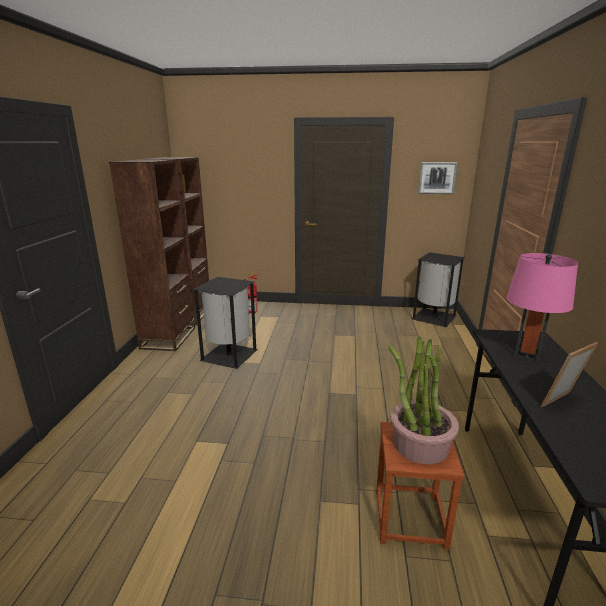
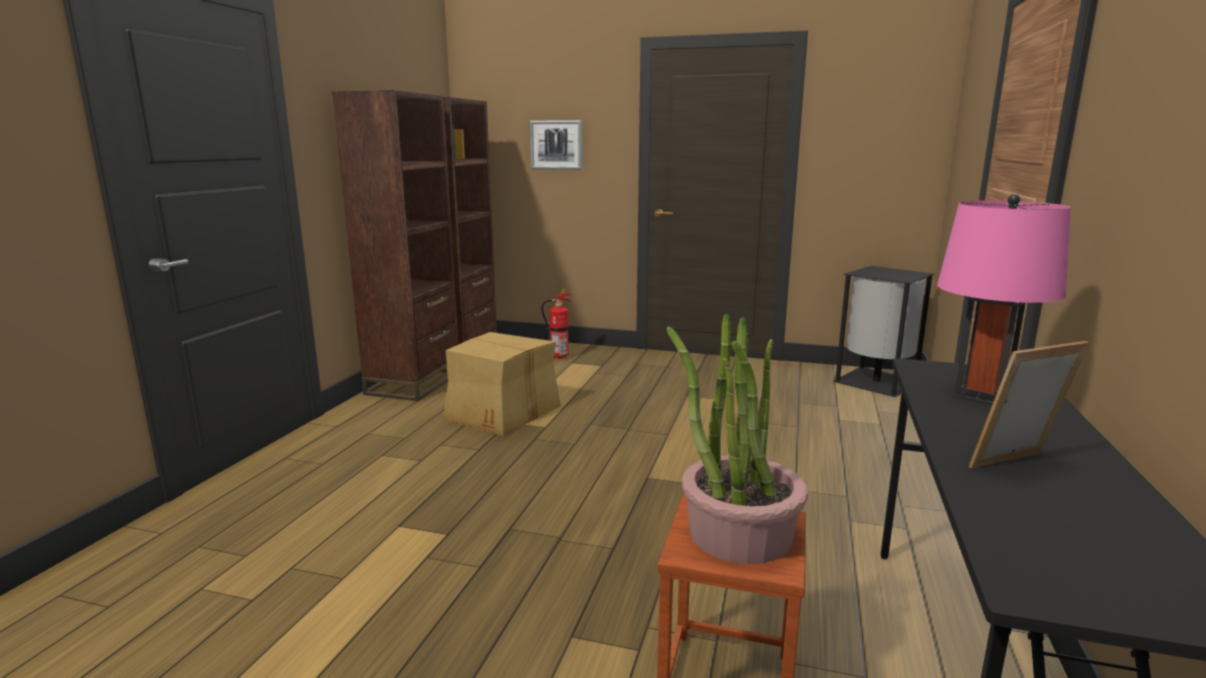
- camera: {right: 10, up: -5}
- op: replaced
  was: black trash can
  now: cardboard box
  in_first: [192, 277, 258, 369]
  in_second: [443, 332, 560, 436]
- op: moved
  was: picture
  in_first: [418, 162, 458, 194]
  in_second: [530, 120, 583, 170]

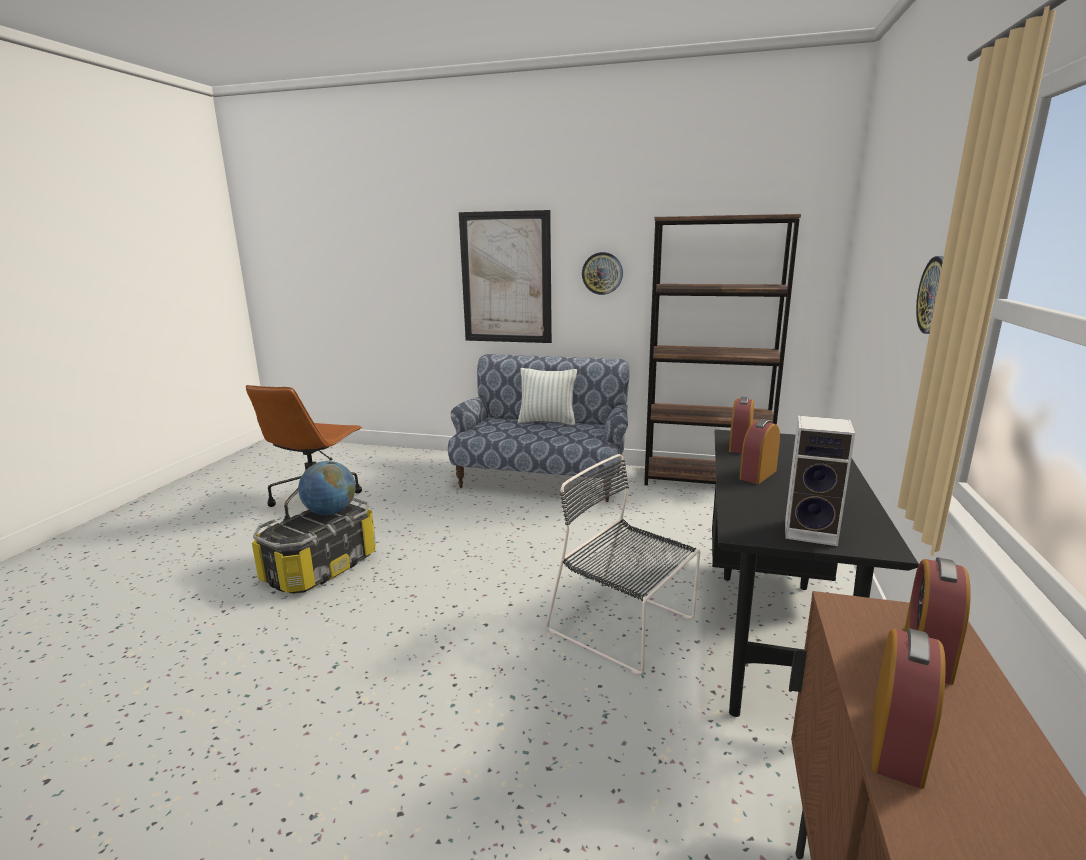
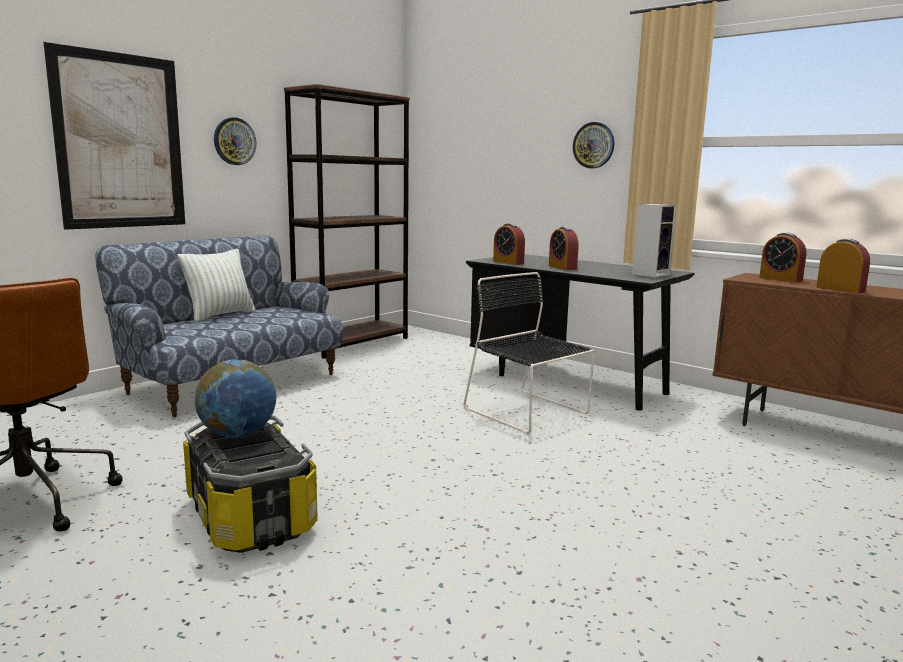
- camera: {right: -65, up: -5}
- op: turned
  was: black chair
  in_first: [546, 454, 700, 675]
  in_second: [463, 272, 595, 434]
  clockwise: 75

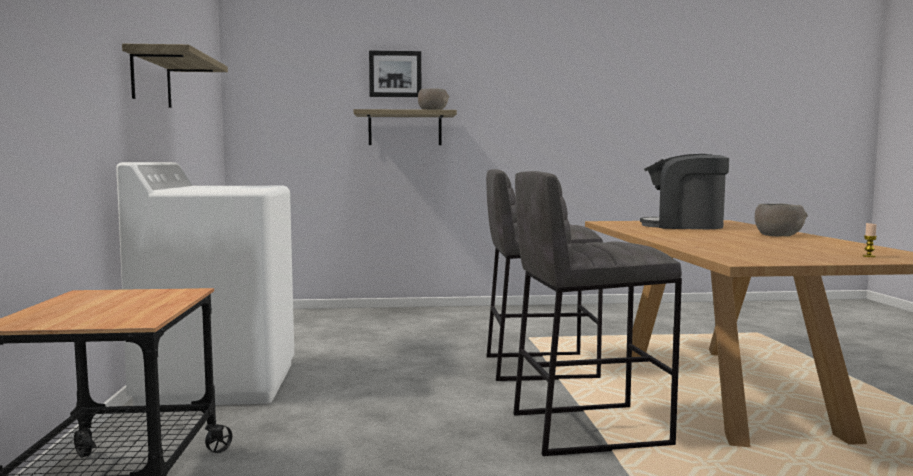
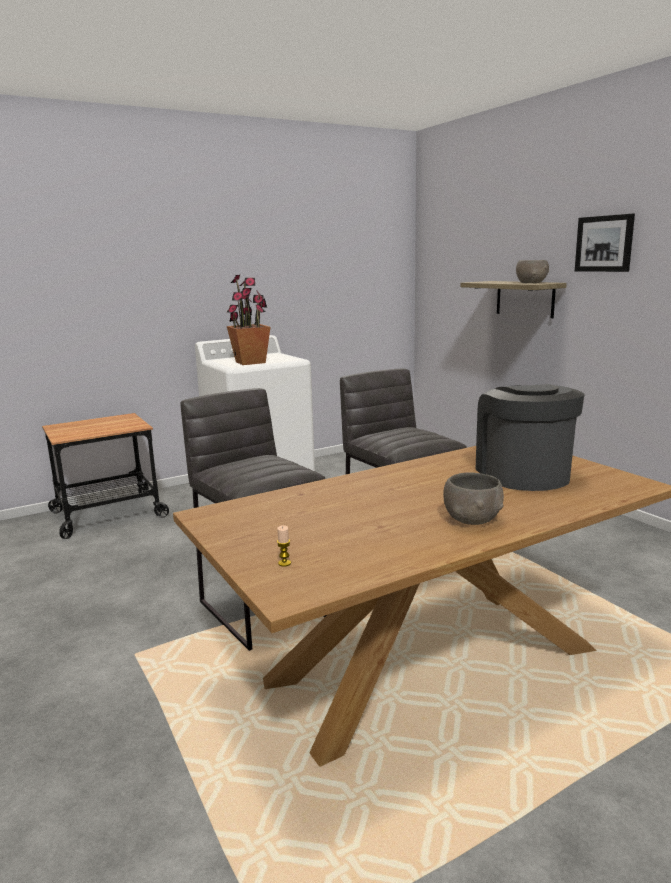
- camera: {right: 65, up: 10}
- op: added
  now: potted plant
  in_second: [227, 275, 270, 365]
- op: moved
  was: picture
  in_first: [369, 50, 421, 97]
  in_second: [575, 214, 635, 272]
- op: removed
  was: shelf
  in_first: [122, 44, 228, 108]

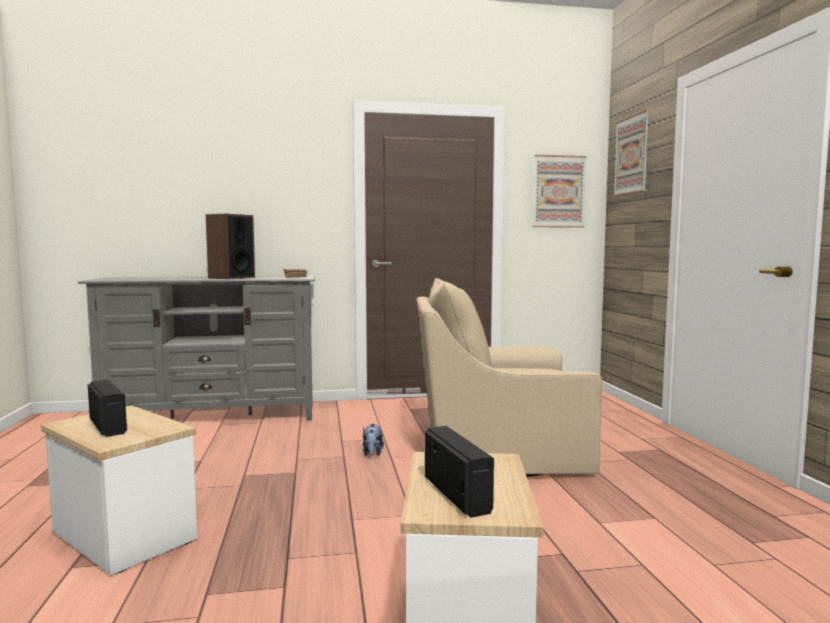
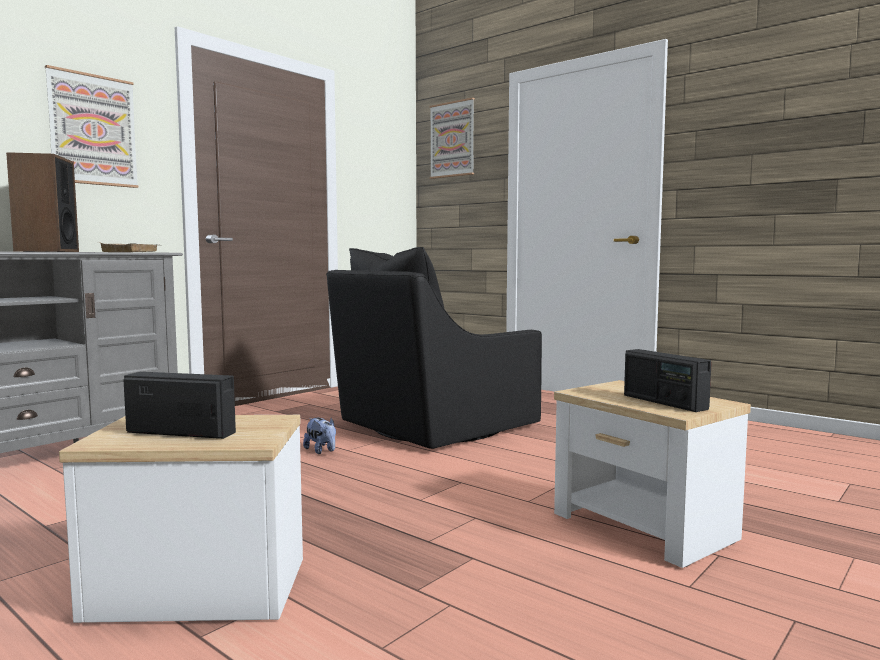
- camera: {right: -40, up: 0}
- op: moved
  was: picture
  in_first: [533, 155, 587, 228]
  in_second: [45, 65, 139, 188]
- op: recoloured
  was: beige armchair
  now: black armchair
  in_first: [416, 278, 602, 477]
  in_second: [326, 247, 542, 449]
- op: turned
  was: radio
  in_first: [425, 426, 494, 518]
  in_second: [624, 349, 712, 412]
  clockwise: -150

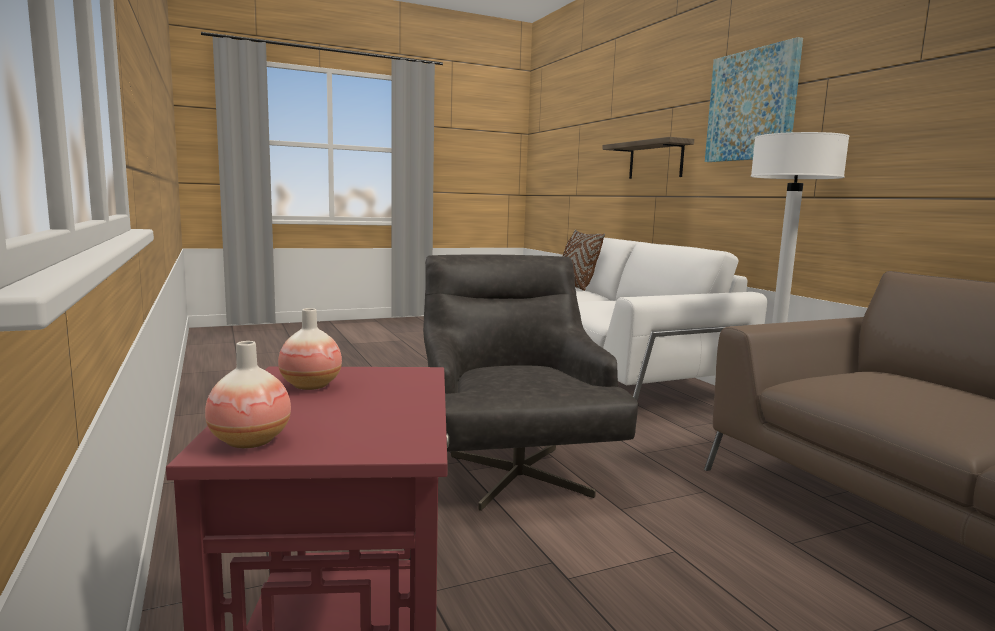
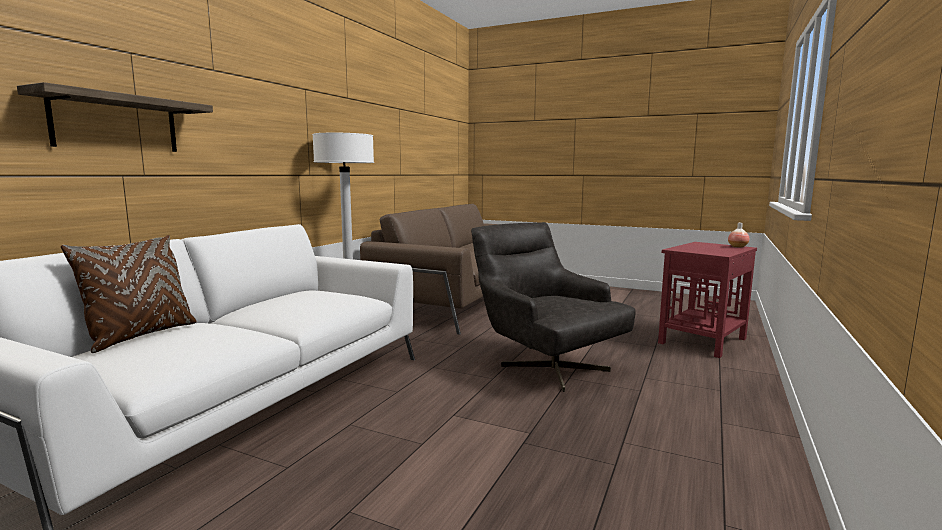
- camera: {right: -130, up: 0}
- op: turned
  was: grey armchair
  in_first: [423, 254, 638, 511]
  in_second: [471, 222, 636, 392]
  clockwise: 105
- op: removed
  was: vase
  in_first: [278, 308, 342, 390]
- op: removed
  was: picture
  in_first: [705, 37, 803, 162]

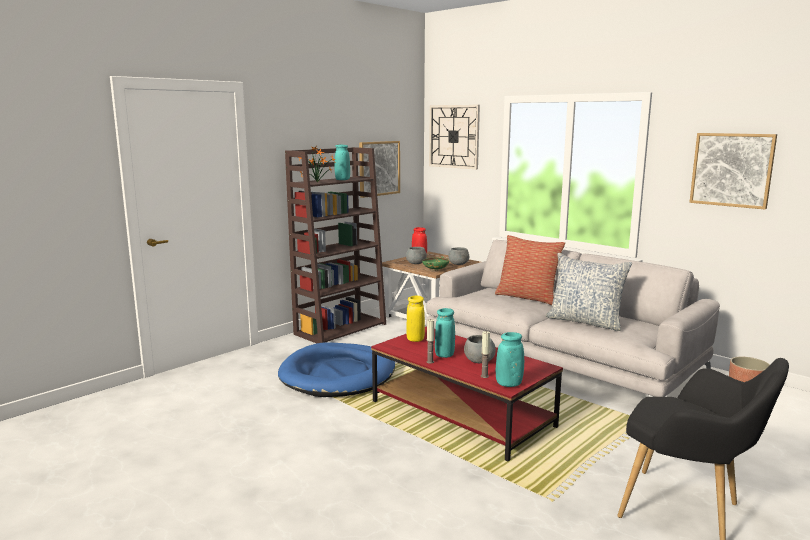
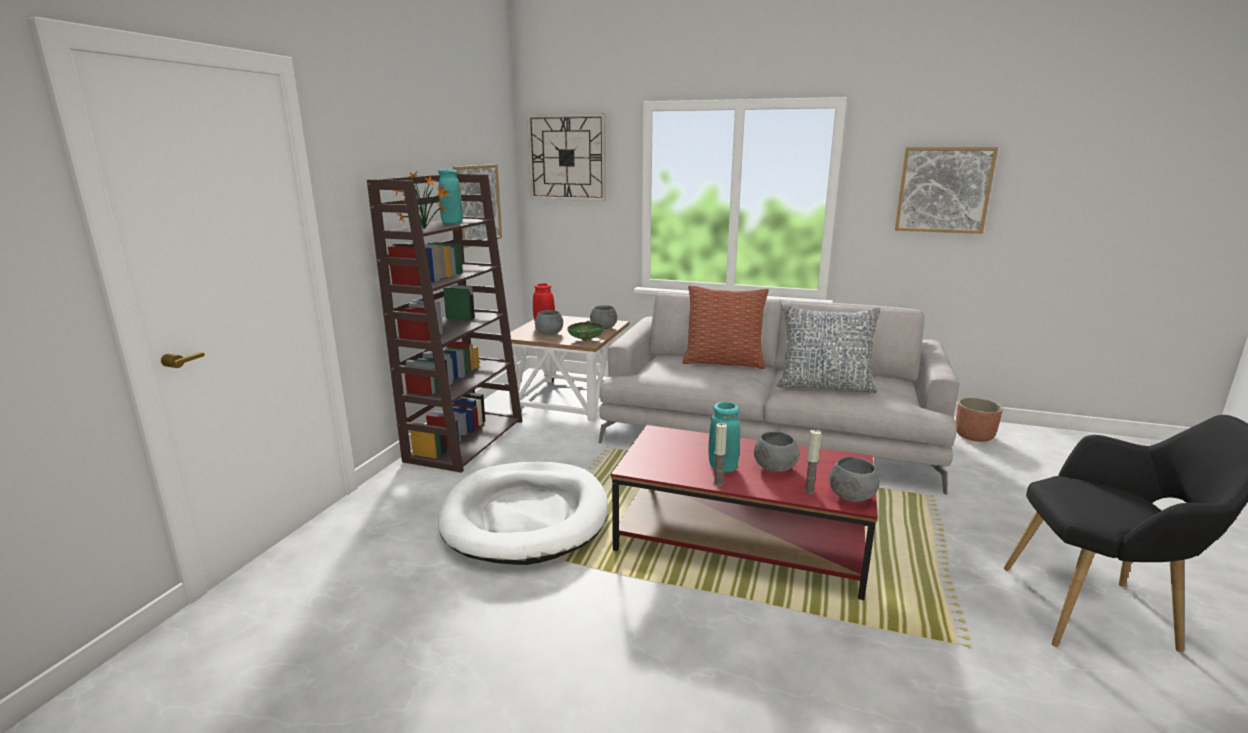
- camera: {right: -25, up: 5}
- op: recoloured
  was: blue dog bed
  now: white dog bed
  in_first: [278, 343, 395, 397]
  in_second: [438, 462, 608, 565]
- op: replaced
  was: turquoise vase
  now: grey bowl
  in_first: [496, 332, 524, 387]
  in_second: [829, 456, 880, 502]
- op: removed
  was: yellow vase
  in_first: [406, 296, 425, 342]

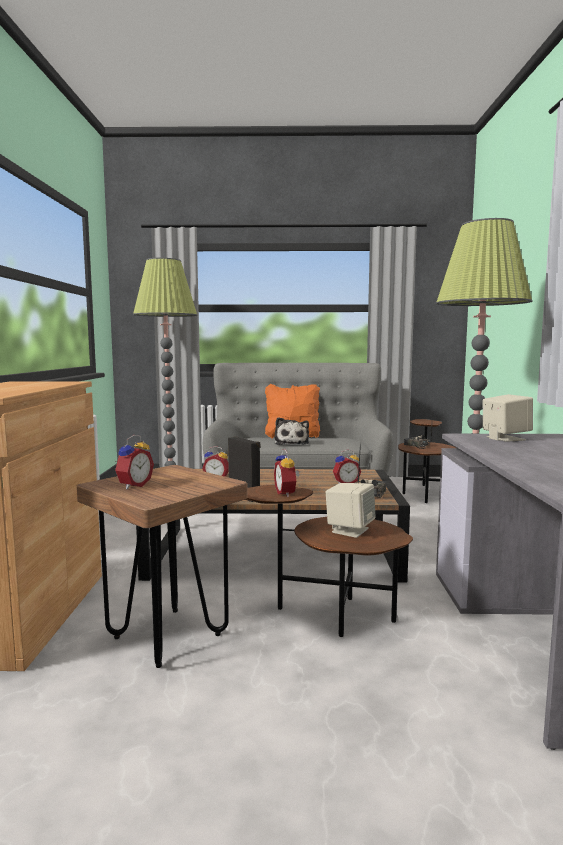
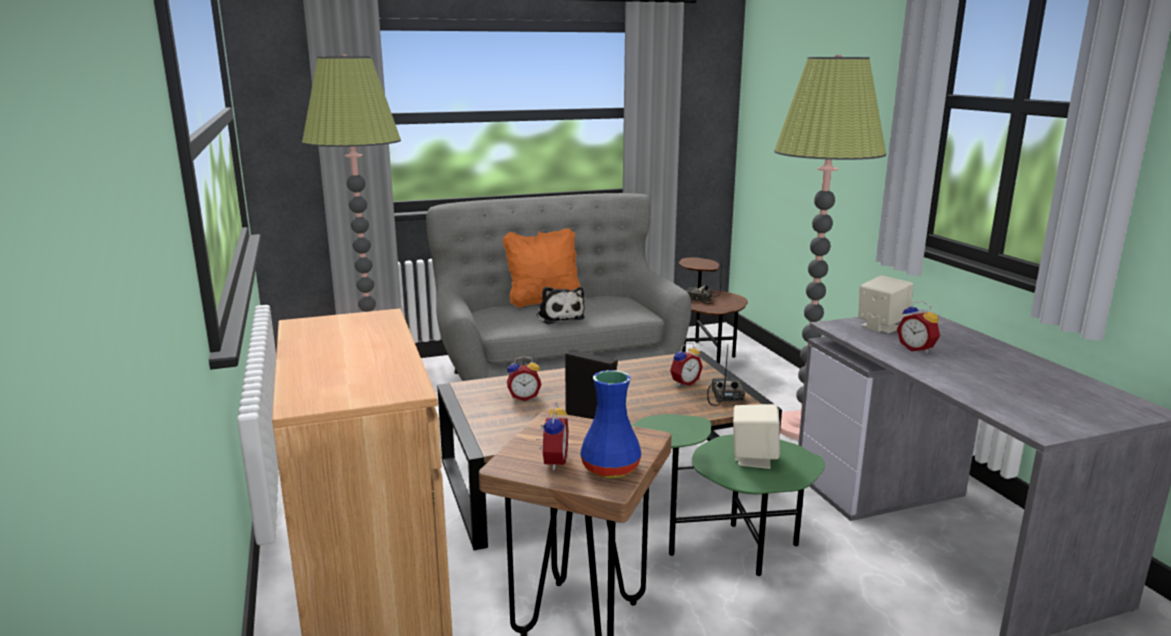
- camera: {right: -20, up: 10}
- op: added
  now: blue vase
  in_second: [580, 370, 641, 478]
- op: recoloured
  was: brown side table
  now: green side table
  in_first: [245, 485, 413, 637]
  in_second: [631, 414, 825, 576]
- op: moved
  was: alarm clock
  in_first: [274, 449, 300, 497]
  in_second: [897, 301, 940, 354]

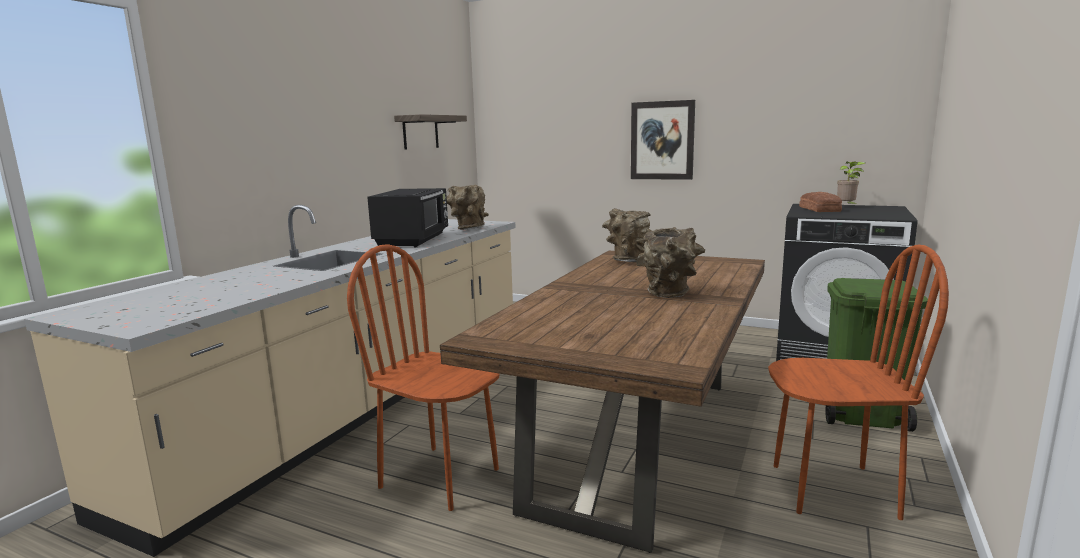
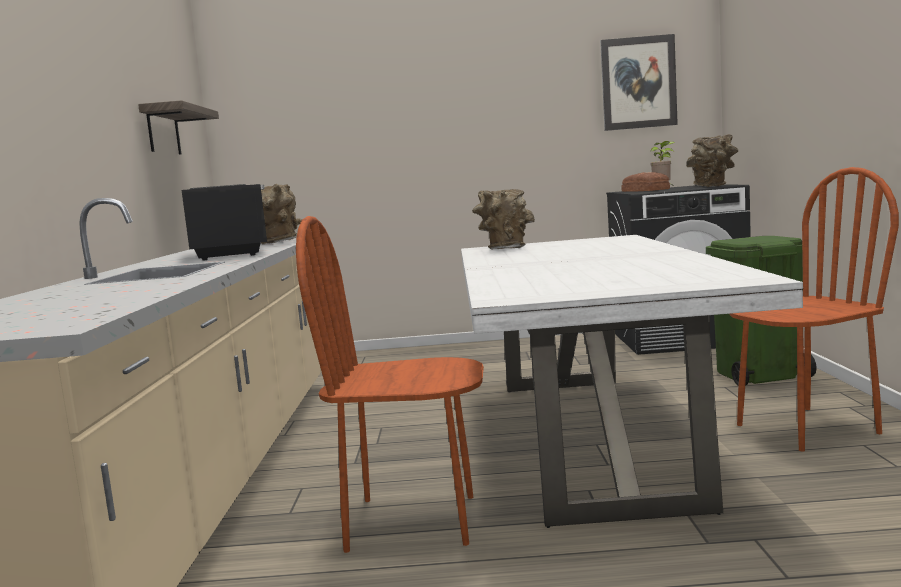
- camera: {right: -25, up: -5}
- op: recoloured
  was: brown dining table
  now: white dining table
  in_first: [440, 251, 765, 553]
  in_second: [461, 235, 803, 528]
- op: moved
  was: picture
  in_first: [631, 100, 695, 180]
  in_second: [600, 34, 678, 131]
- op: moved
  was: brown vase
  in_first: [636, 227, 705, 298]
  in_second: [686, 134, 738, 187]

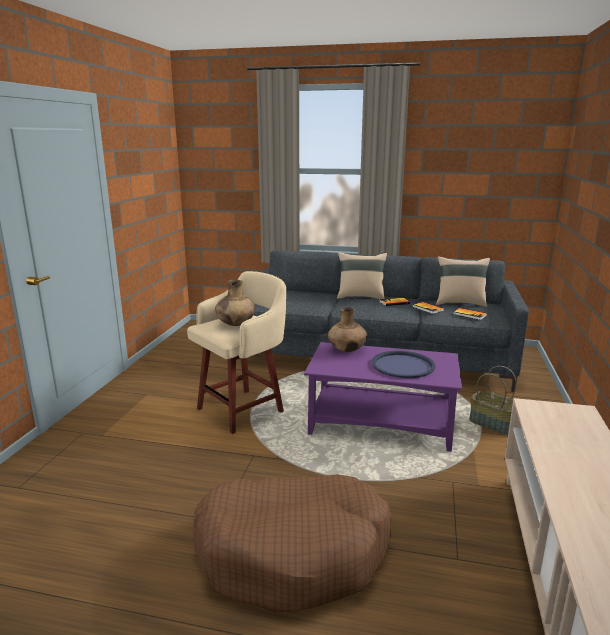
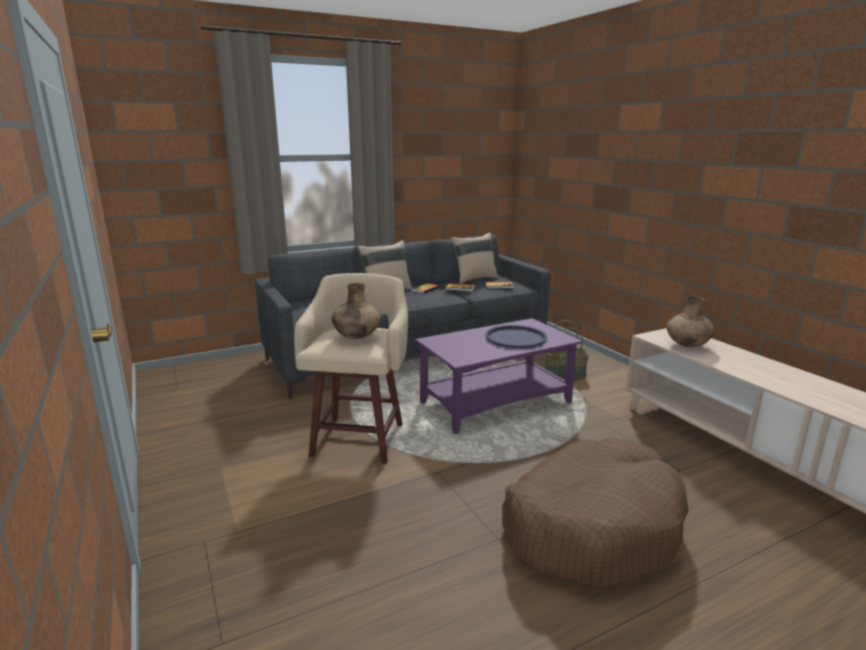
- camera: {right: -40, up: 0}
- op: moved
  was: brown vase
  in_first: [328, 307, 367, 352]
  in_second: [667, 296, 715, 347]

